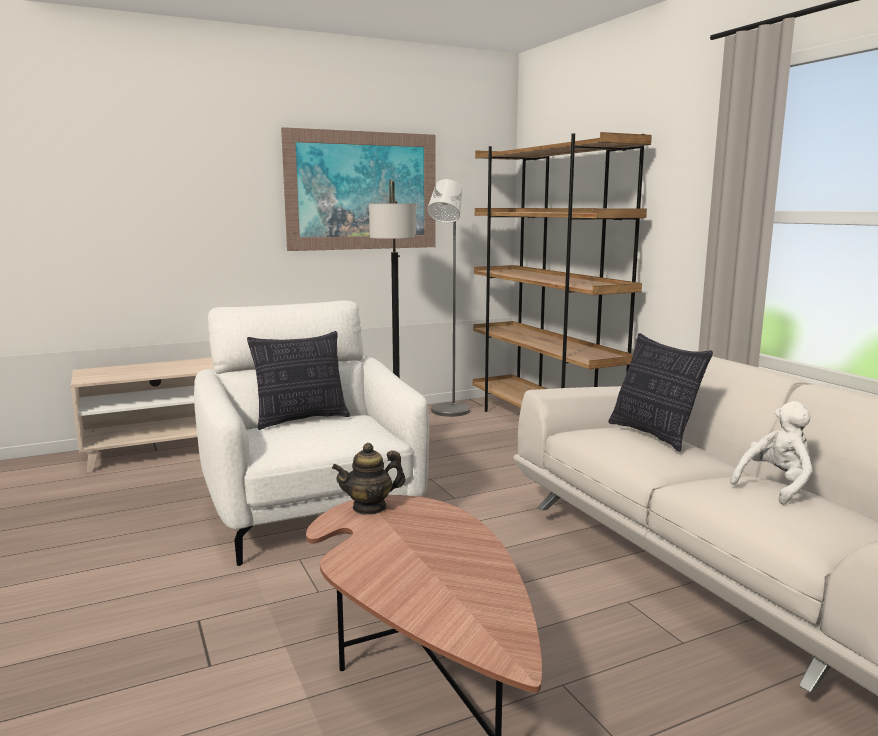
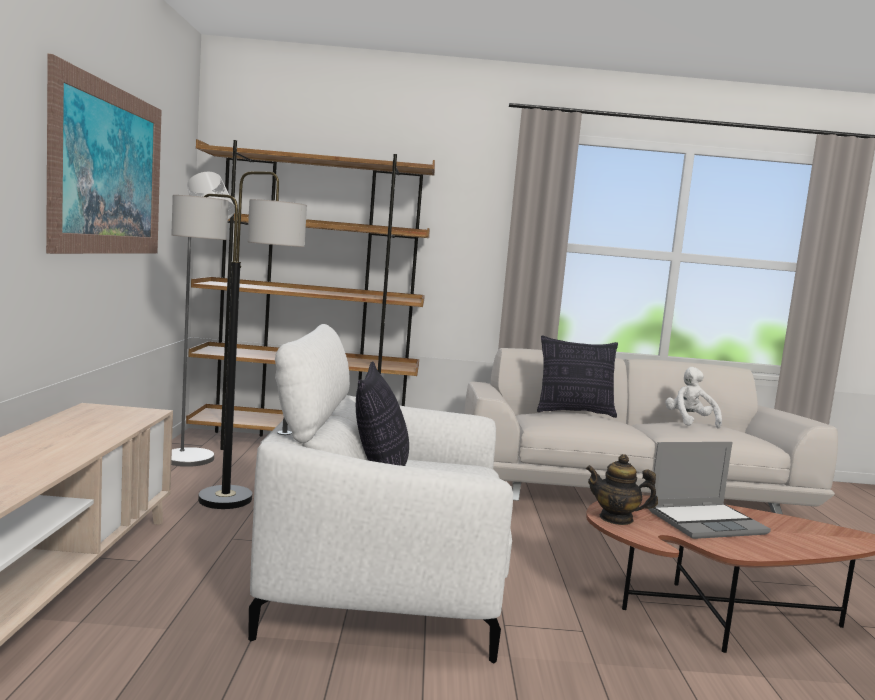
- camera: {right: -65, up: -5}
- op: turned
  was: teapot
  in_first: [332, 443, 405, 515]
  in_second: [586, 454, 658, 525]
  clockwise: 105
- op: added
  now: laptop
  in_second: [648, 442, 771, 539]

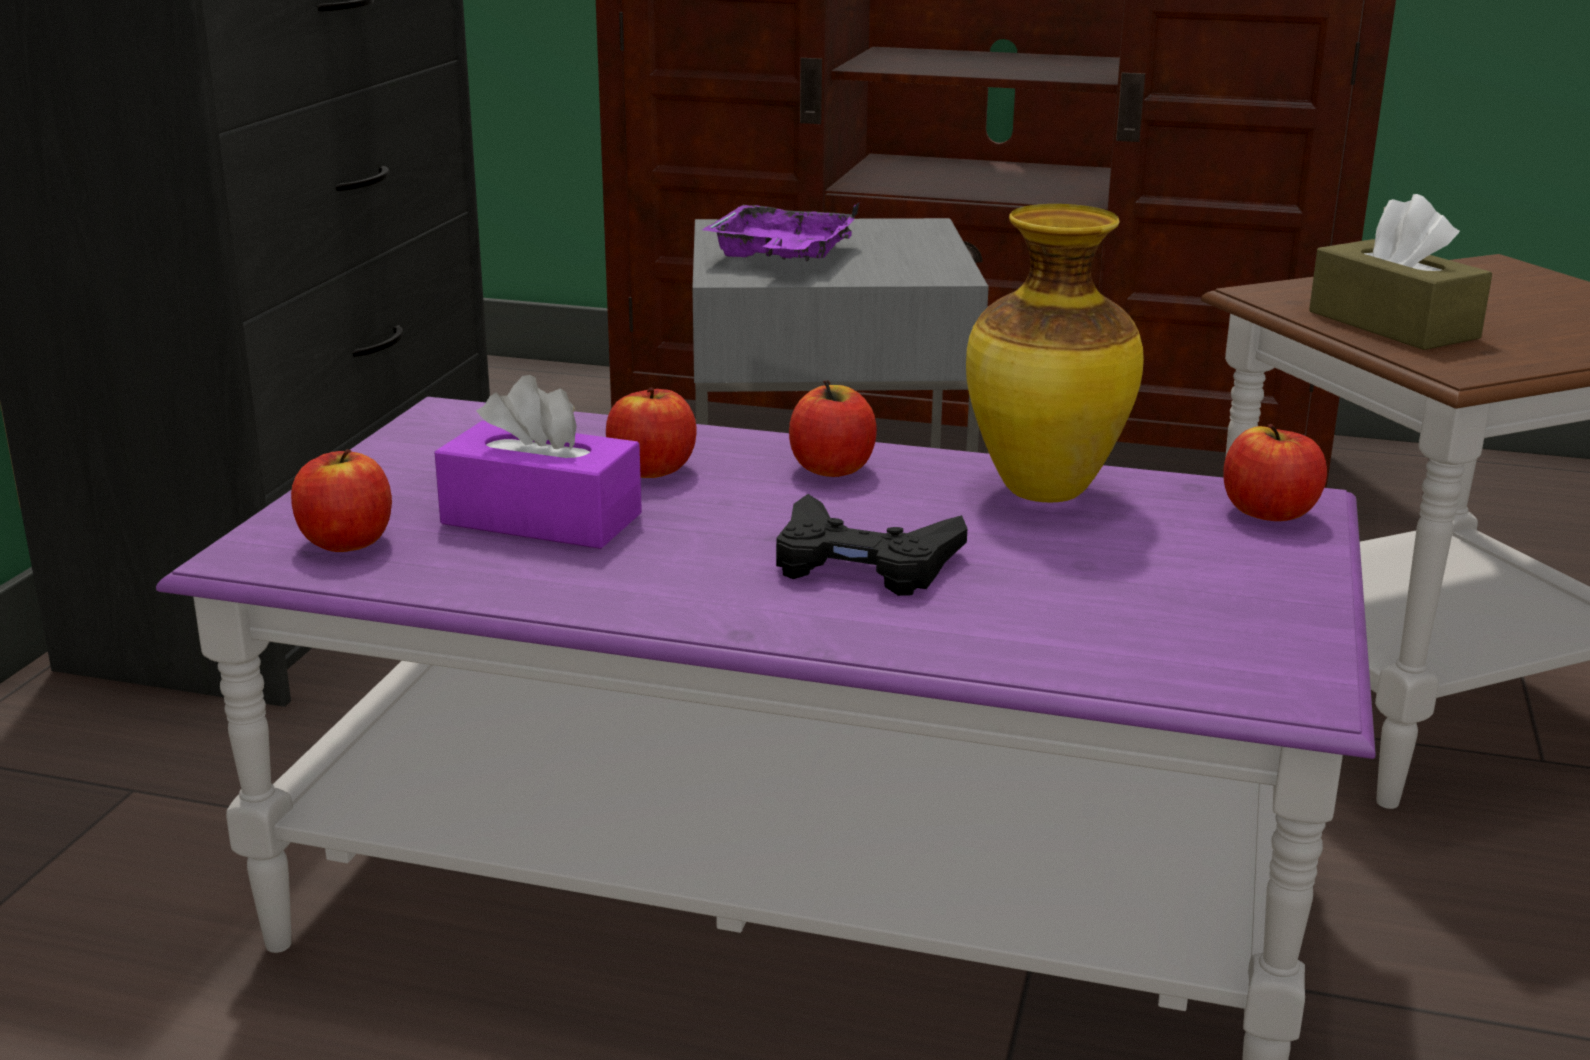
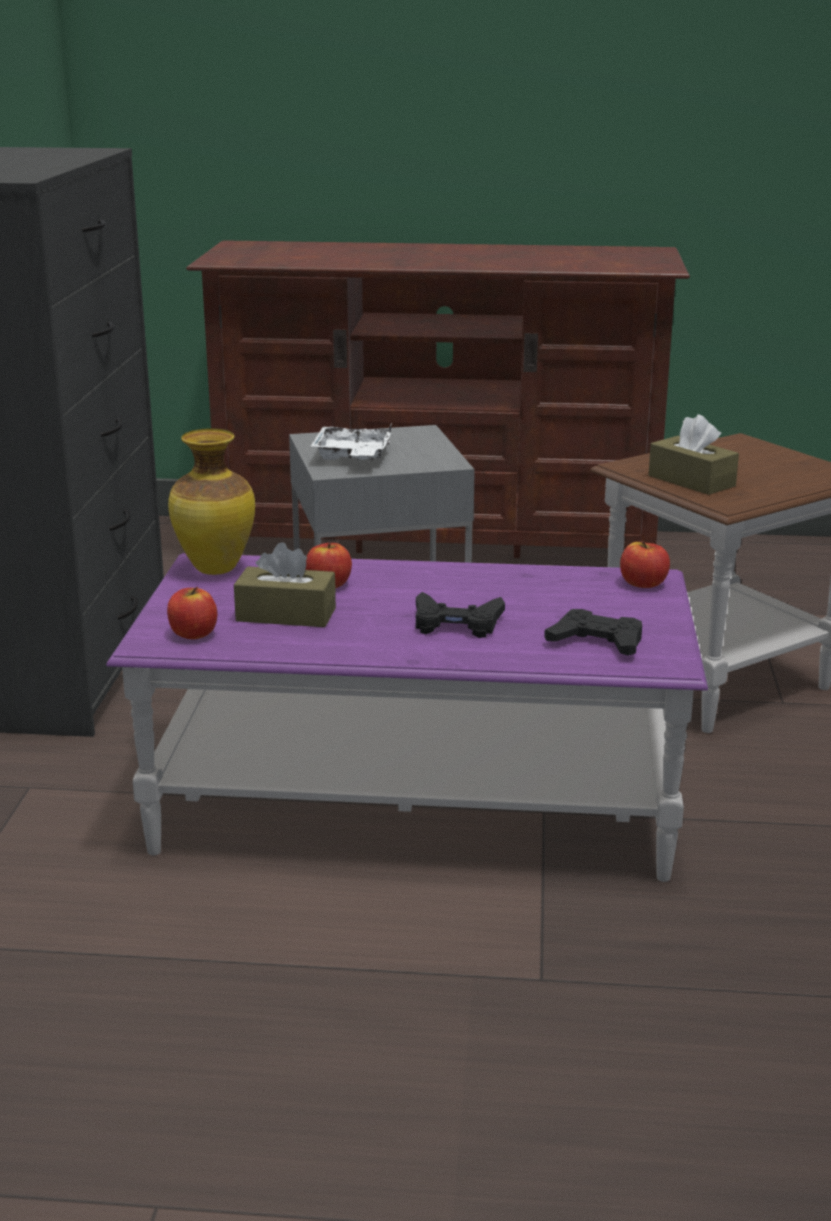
- camera: {right: -10, up: 0}
- op: moved
  was: vase
  in_first: [966, 204, 1144, 502]
  in_second: [168, 428, 255, 575]
- op: recoloured
  was: purple tissue box
  now: brown tissue box
  in_first: [434, 375, 642, 549]
  in_second: [234, 542, 336, 627]
- op: recoloured
  was: purple tray
  now: white tray
  in_first: [702, 203, 859, 261]
  in_second: [311, 423, 392, 460]
- op: added
  now: black game controller
  in_second: [544, 609, 642, 656]
- op: removed
  was: apple
  in_first: [789, 380, 877, 477]

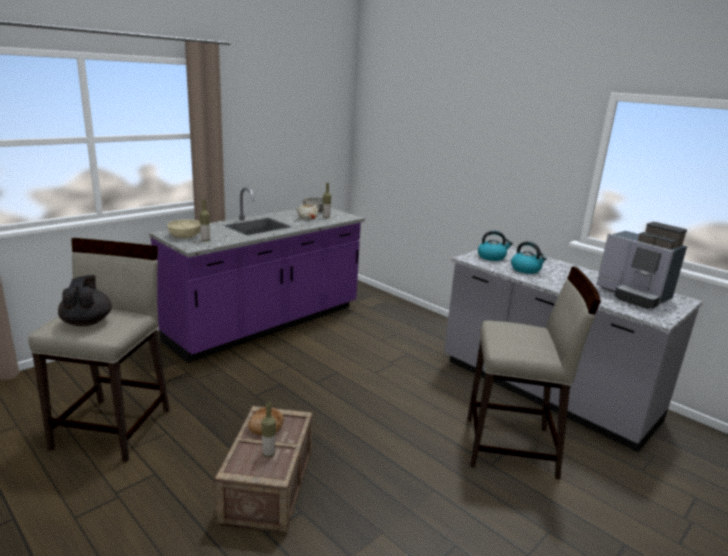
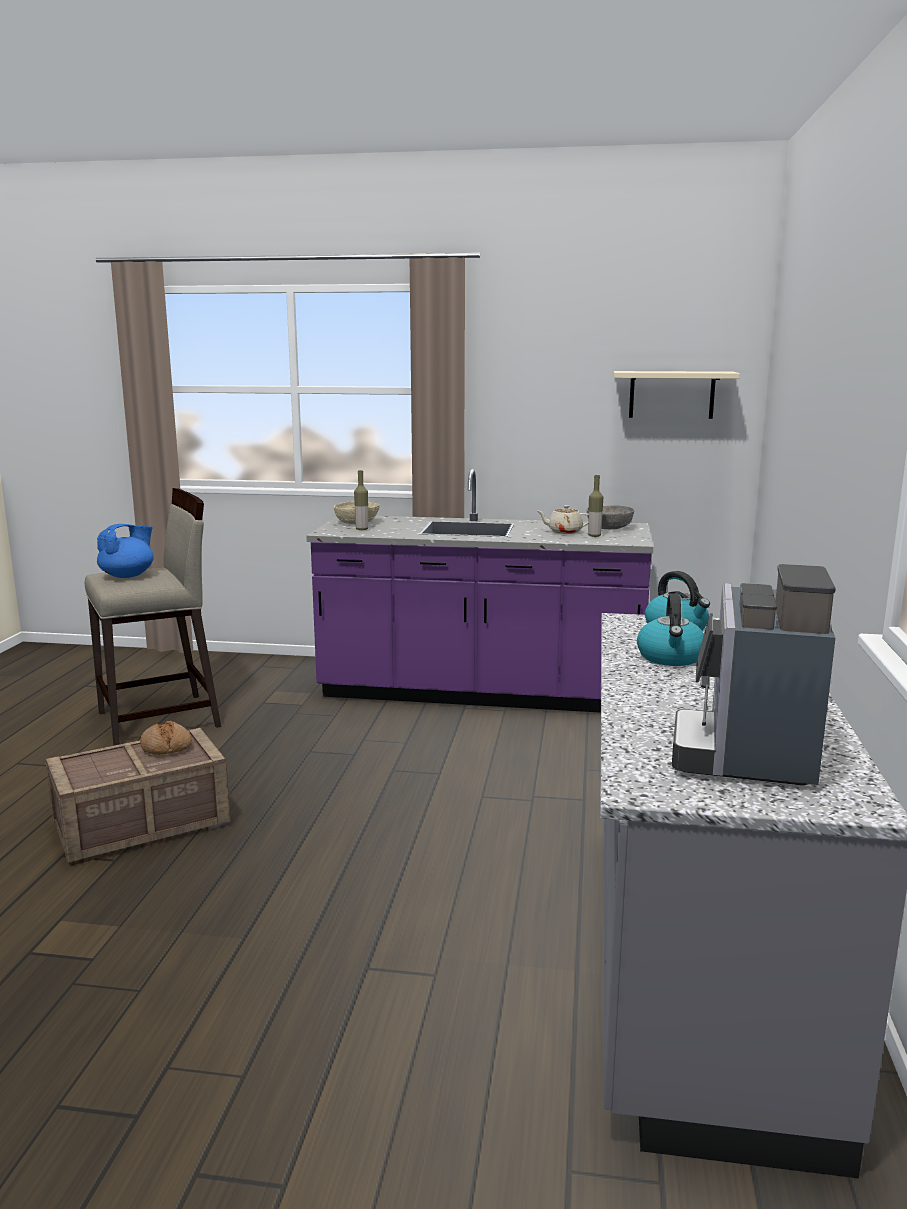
- camera: {right: 55, up: -5}
- op: recoloured
  was: black teapot
  now: blue teapot
  in_first: [58, 275, 112, 326]
  in_second: [97, 524, 154, 578]
- op: added
  now: beige shelf
  in_second: [614, 371, 740, 419]
- op: removed
  was: bottle
  in_first: [262, 402, 276, 457]
- op: removed
  was: beige stool
  in_first: [467, 266, 601, 479]

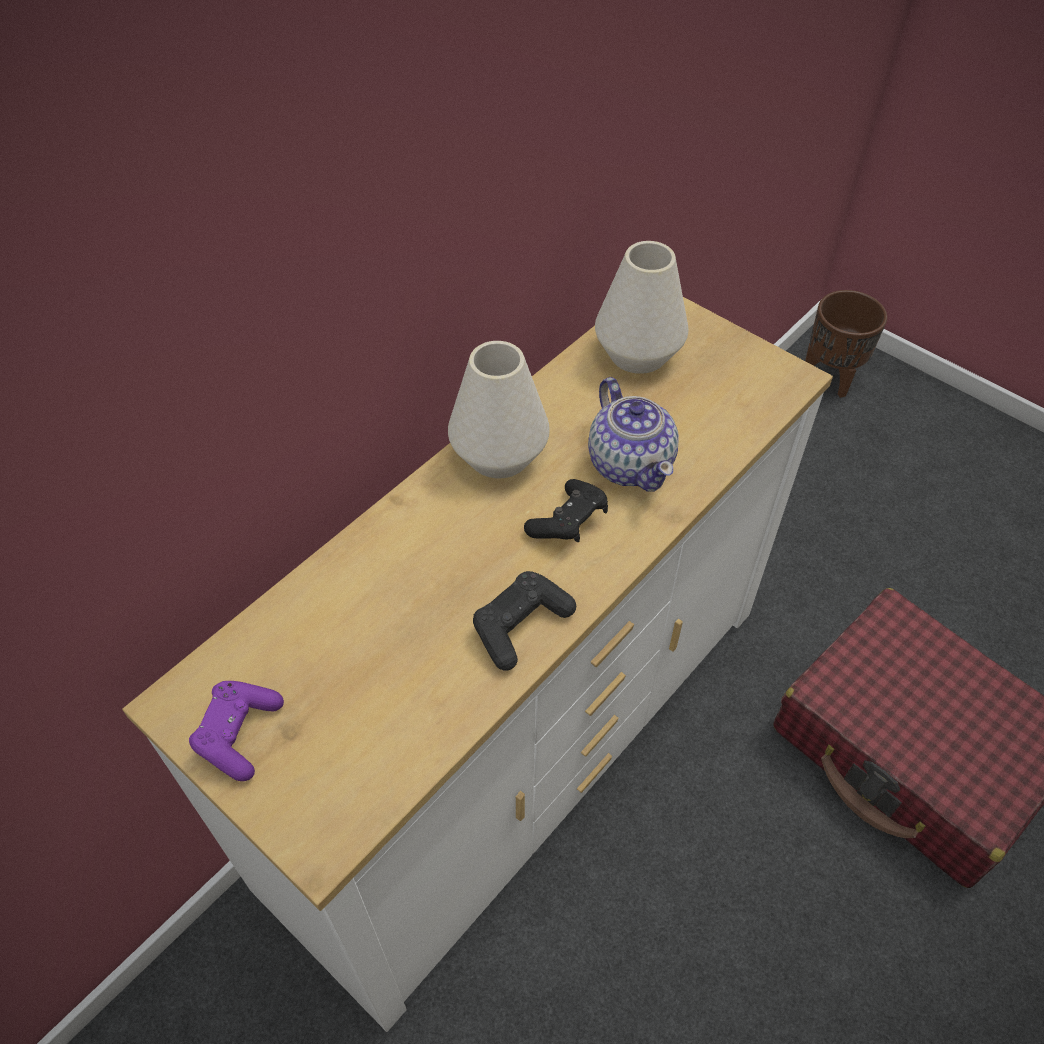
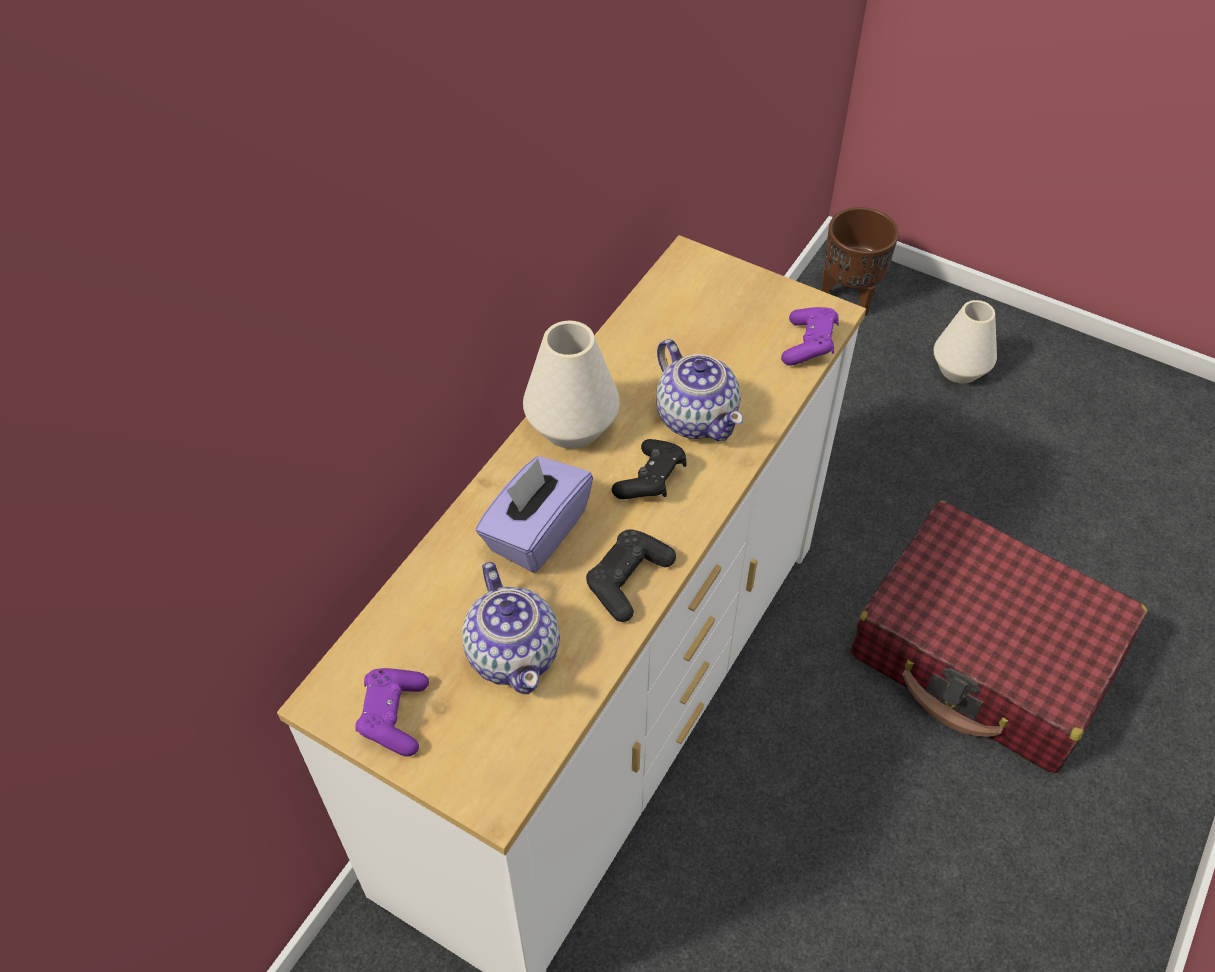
- camera: {right: -10, up: 0}
- op: added
  now: teapot
  in_second: [462, 562, 560, 694]
- op: added
  now: purple tissue box
  in_second: [475, 456, 593, 573]
- op: added
  now: purple game controller
  in_second: [781, 307, 839, 366]
- op: moved
  was: white vase
  in_first: [595, 241, 689, 374]
  in_second: [934, 300, 997, 384]

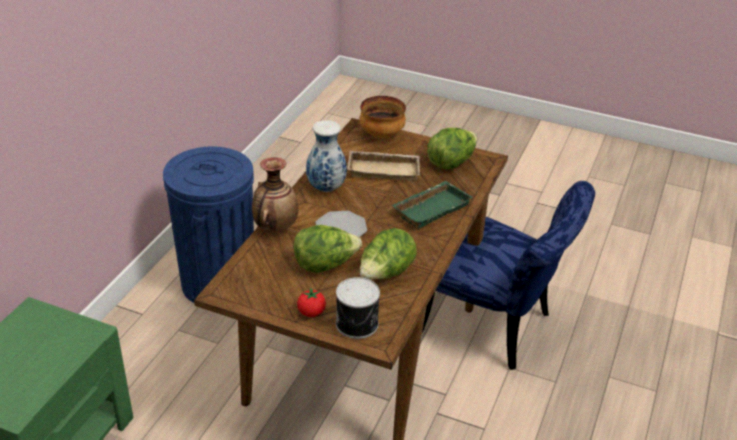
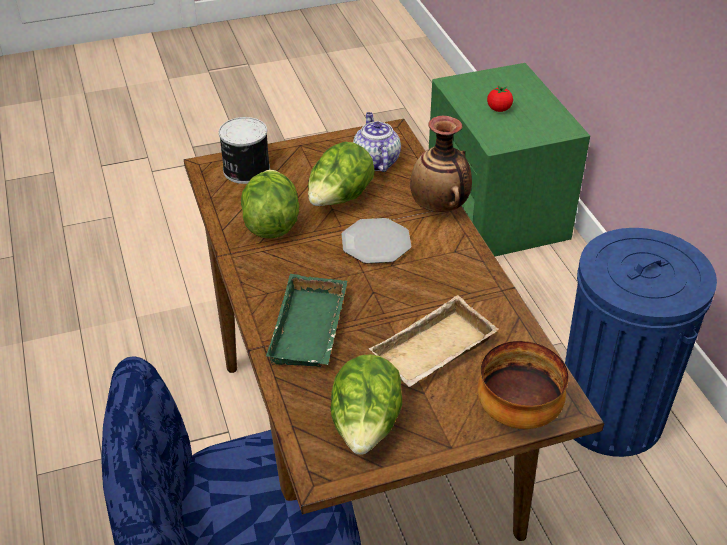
- camera: {right: 140, up: 5}
- op: added
  now: teapot
  in_second: [353, 112, 401, 172]
- op: moved
  was: tomato
  in_first: [297, 288, 326, 317]
  in_second: [487, 85, 513, 112]
- op: removed
  was: vase
  in_first: [306, 120, 347, 192]

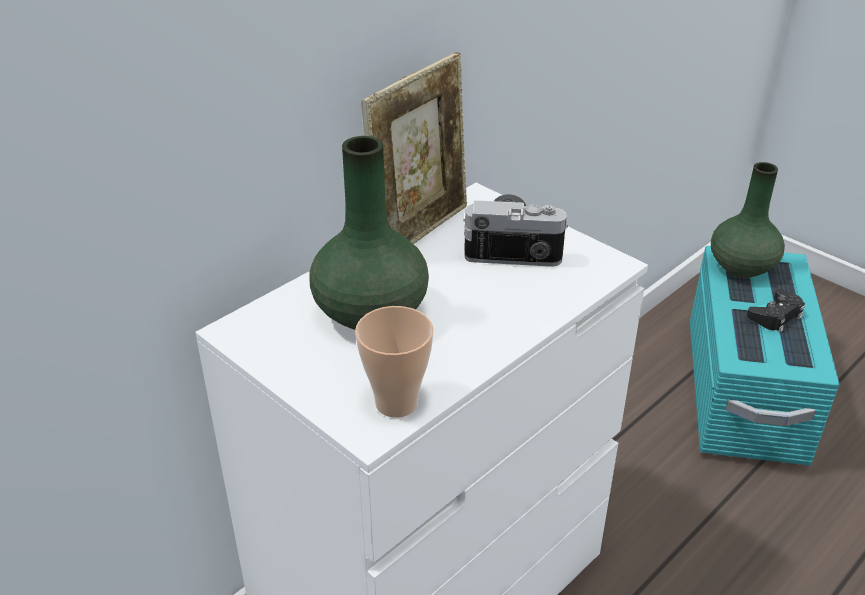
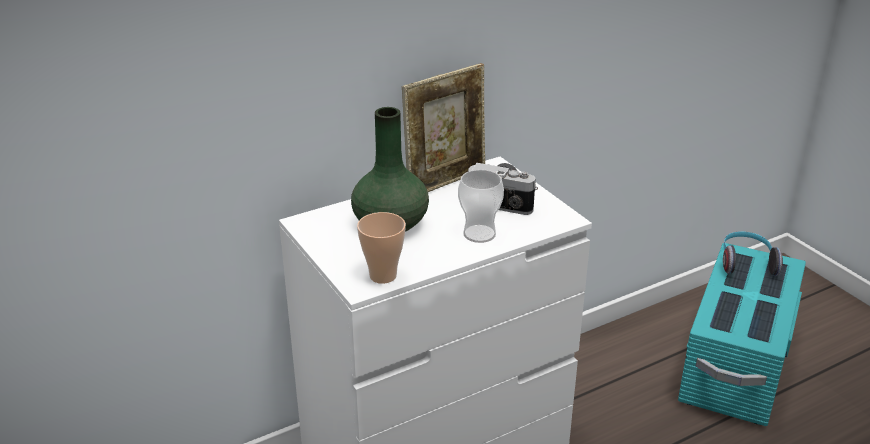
- camera: {right: 15, up: -5}
- op: added
  now: cup
  in_second: [458, 169, 504, 243]
- op: replaced
  was: green vase
  now: headphones
  in_first: [711, 162, 785, 278]
  in_second: [723, 231, 783, 276]
- op: removed
  was: black game controller
  in_first: [747, 289, 805, 333]

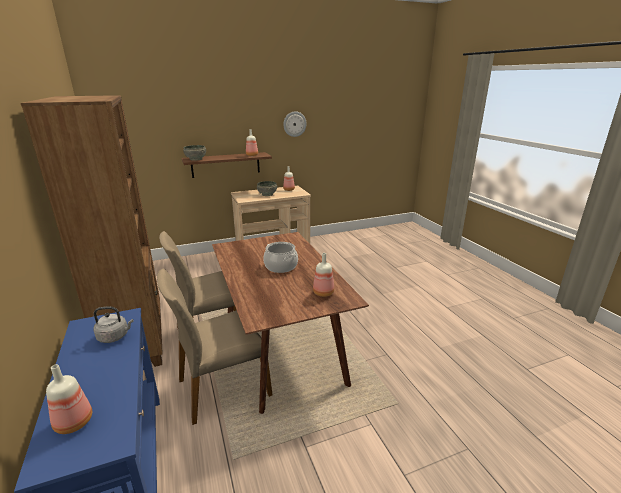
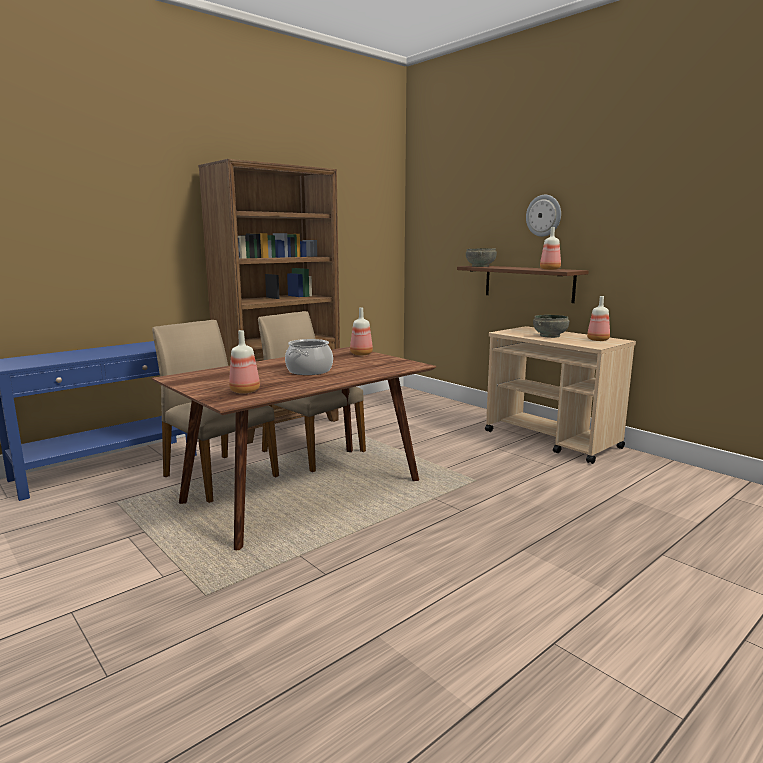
- camera: {right: 70, up: -10}
- op: moved
  was: bottle
  in_first: [46, 364, 92, 434]
  in_second: [350, 308, 373, 355]
- op: moved
  was: wall clock
  in_first: [283, 111, 307, 137]
  in_second: [526, 195, 561, 237]
- op: removed
  was: grey kettle
  in_first: [93, 307, 133, 343]

